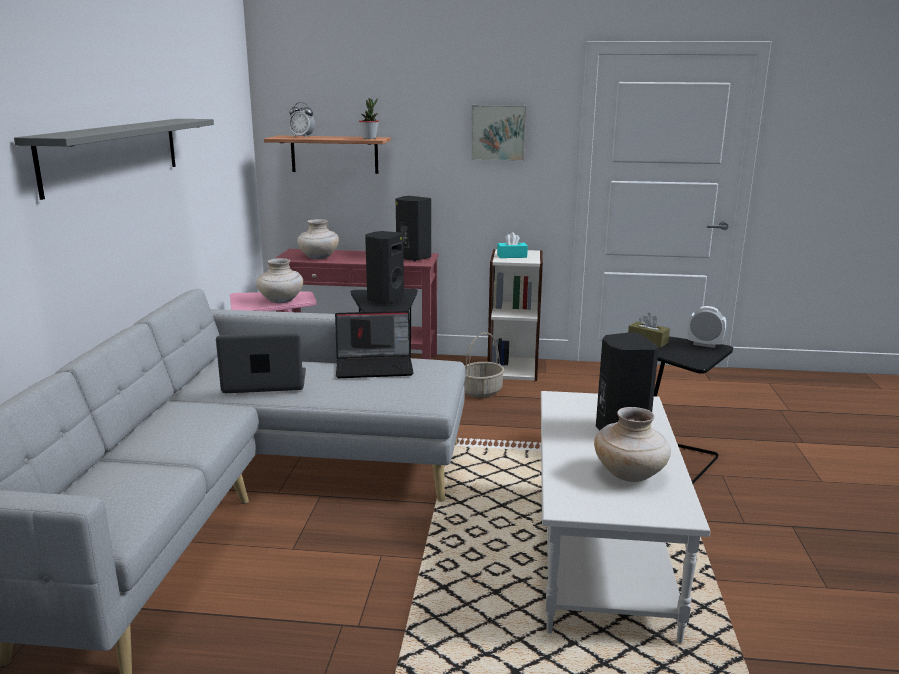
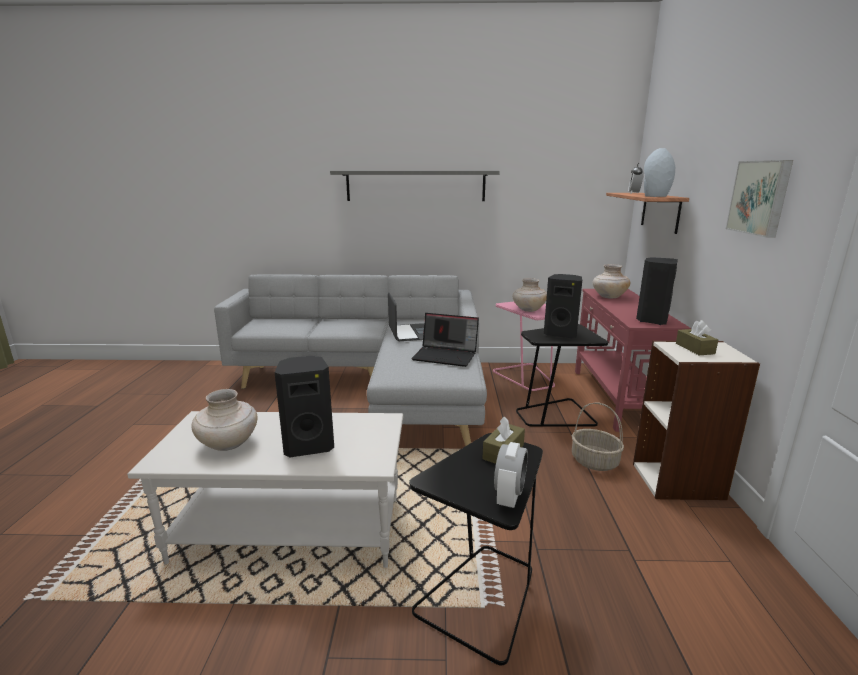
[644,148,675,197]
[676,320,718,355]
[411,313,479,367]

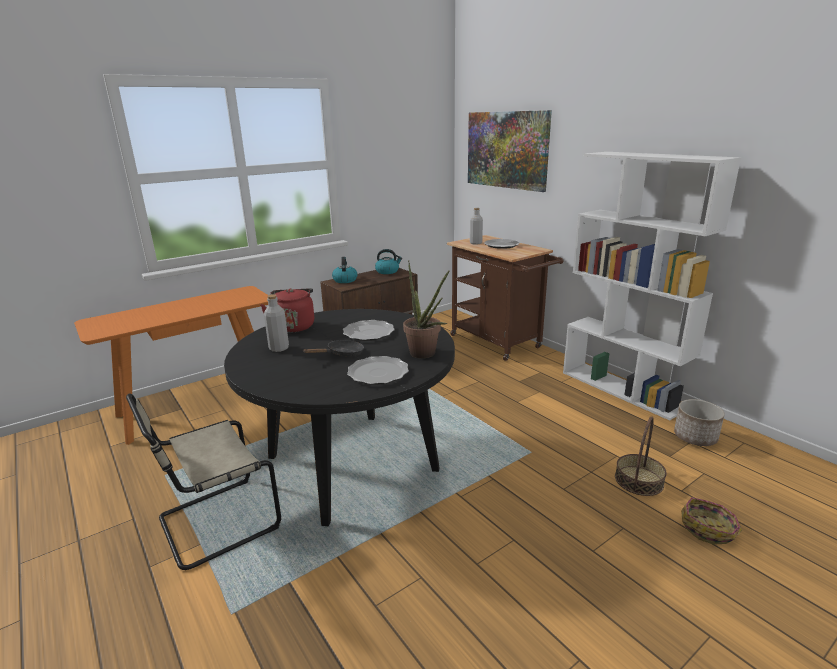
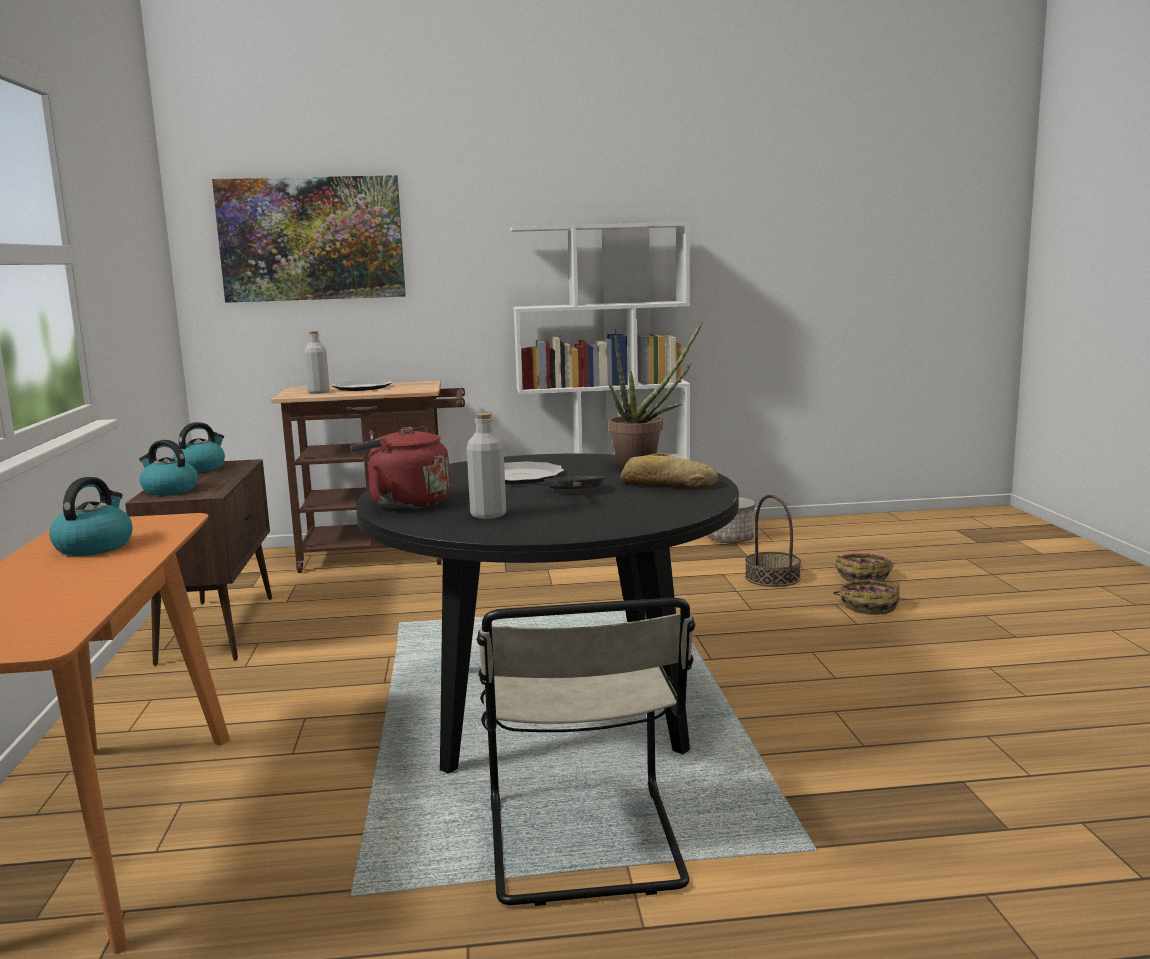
[620,453,718,489]
[49,477,133,556]
[833,580,900,615]

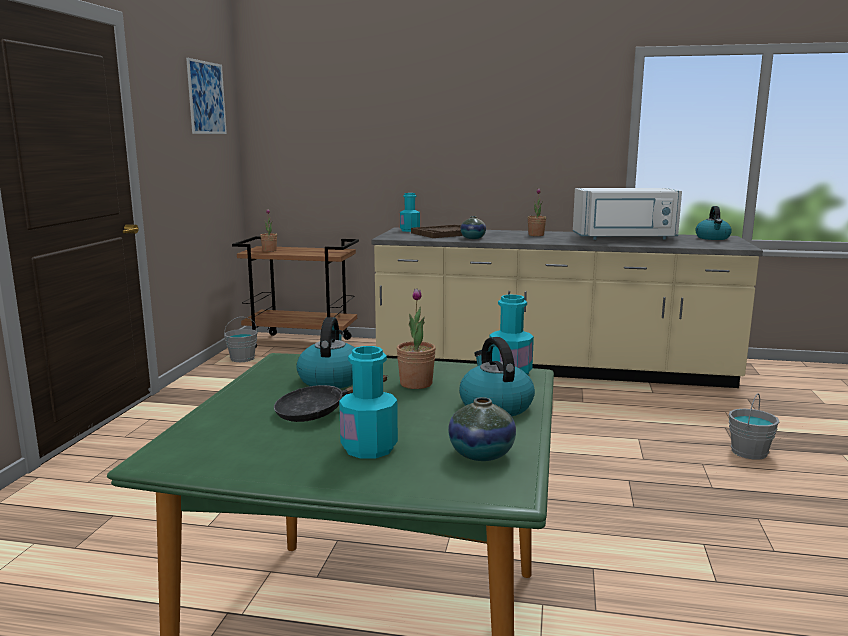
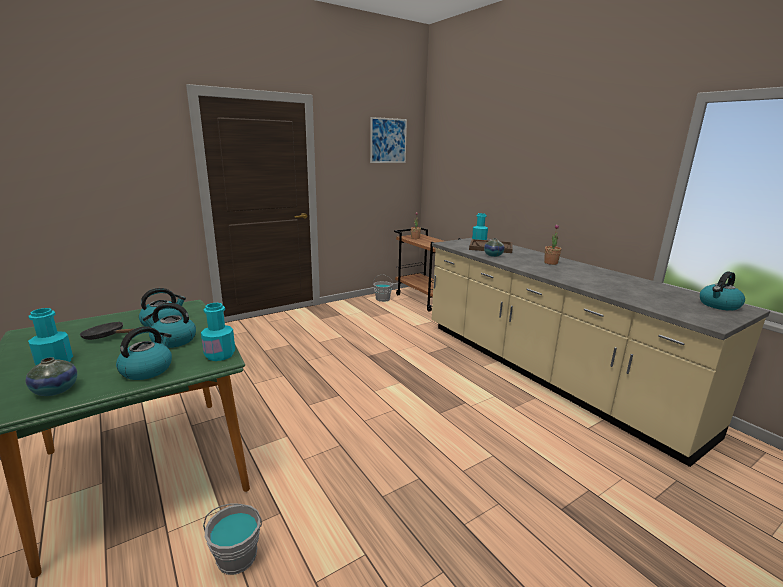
[573,188,682,240] (first image)
[142,303,196,348]
[203,503,262,575]

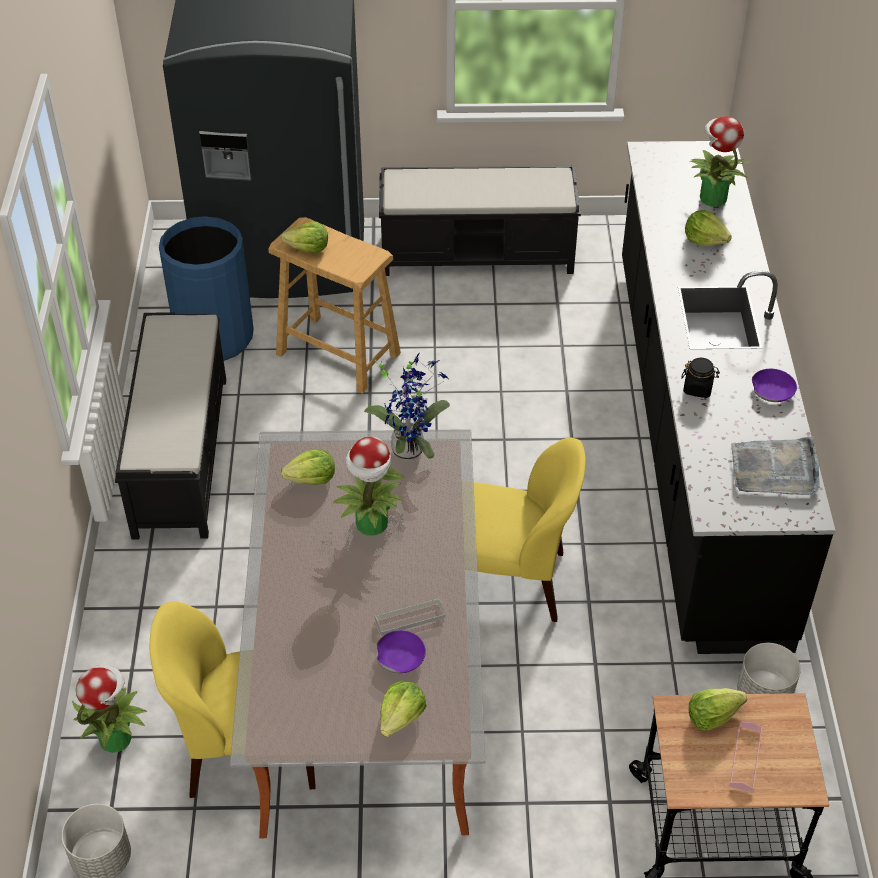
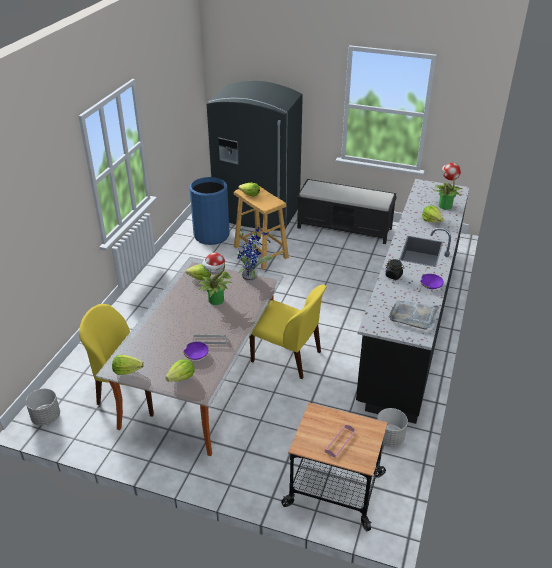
[115,312,226,540] (first image)
[72,665,147,753] (first image)
[112,355,144,375]

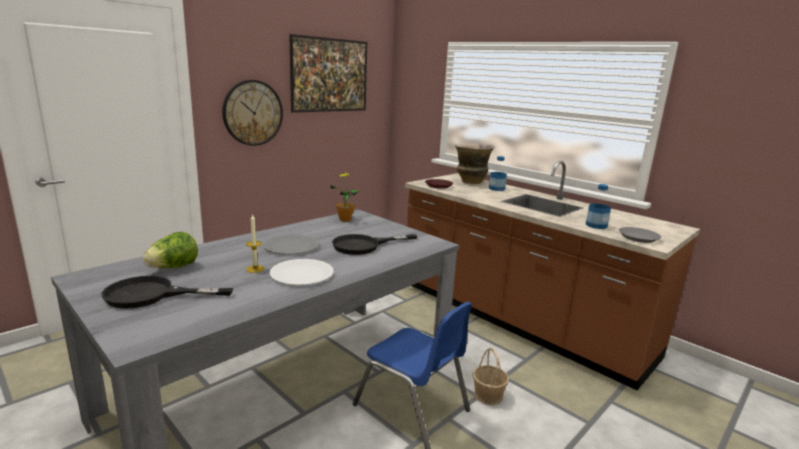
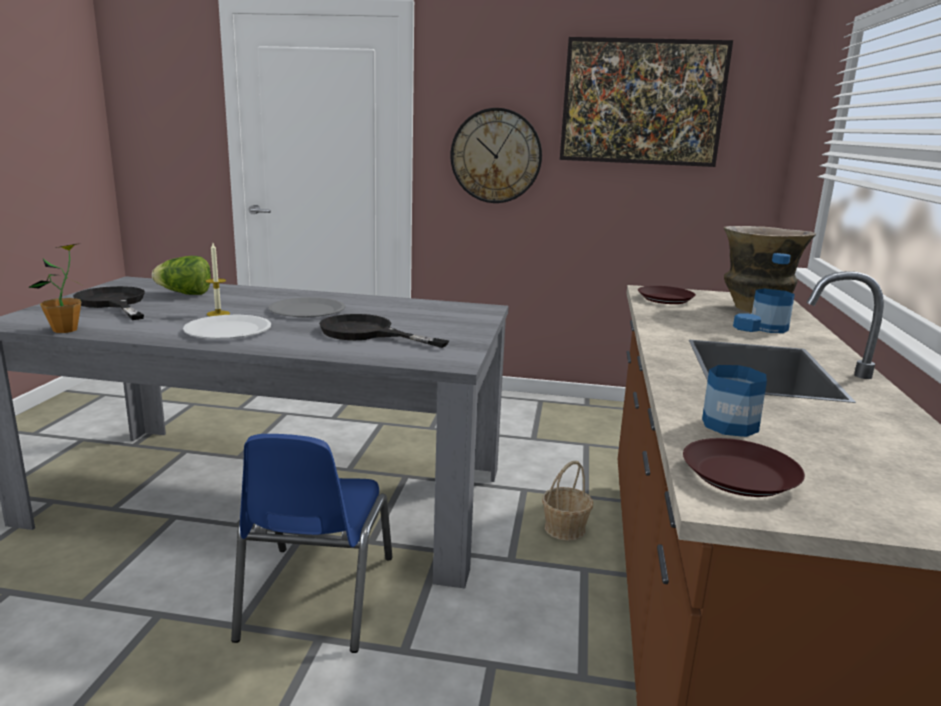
[28,243,86,333]
[683,438,805,497]
[542,461,593,541]

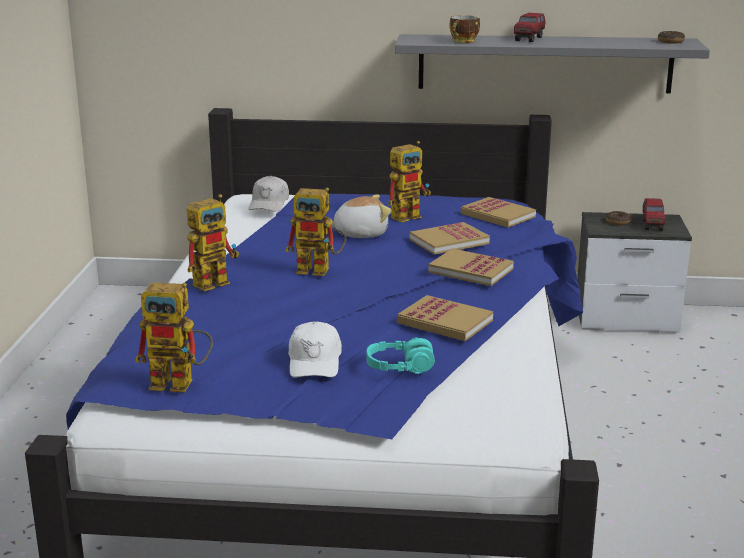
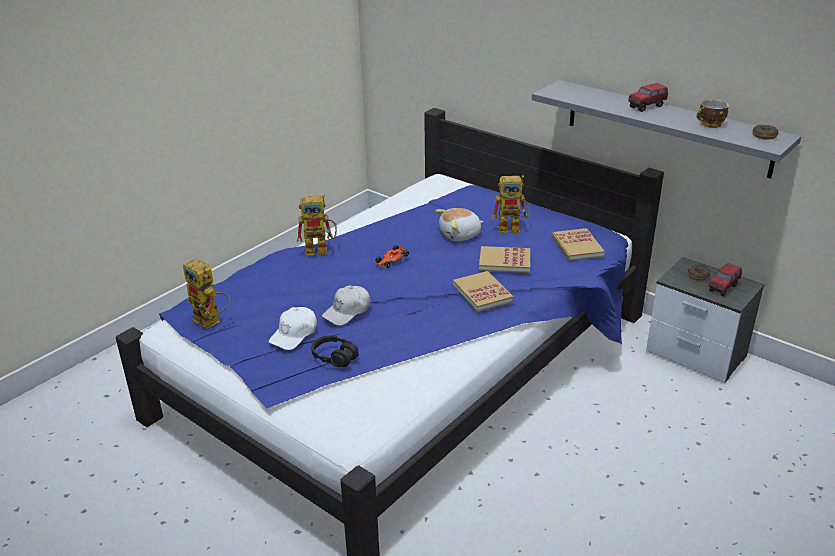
[697,100,729,128]
[322,285,370,326]
[374,245,409,268]
[435,208,484,241]
[397,295,493,341] (first image)
[311,336,359,367]

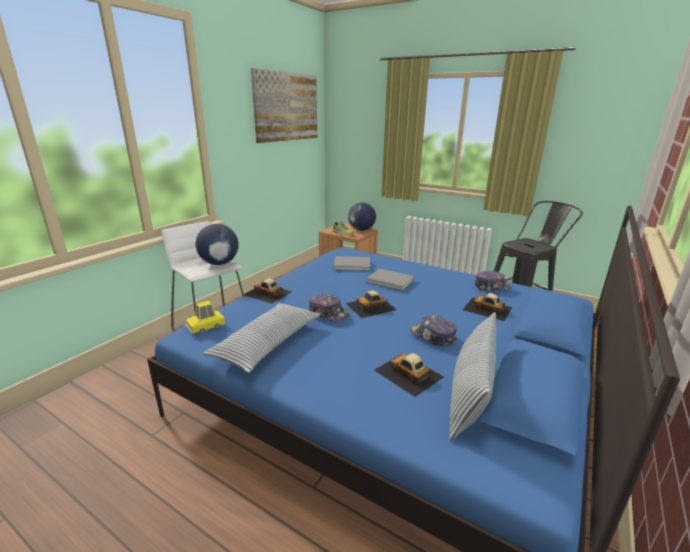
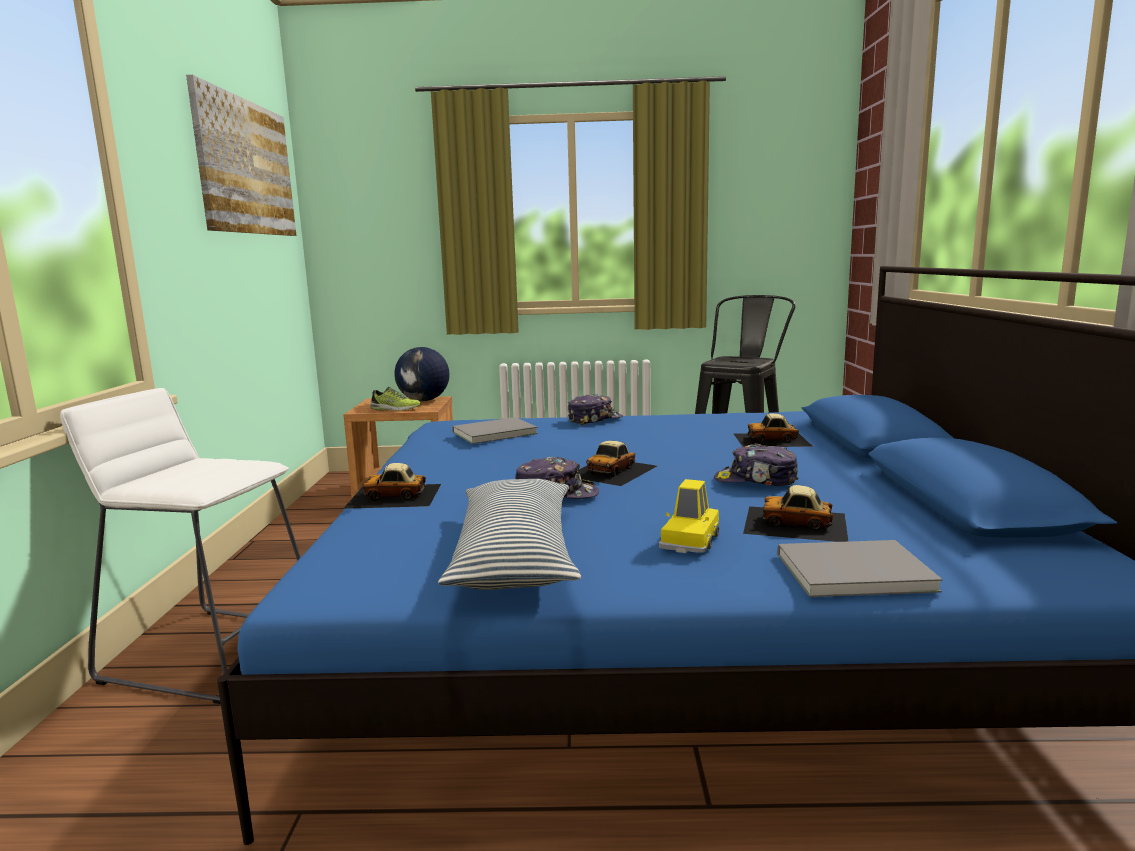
[196,224,239,265] (first image)
[777,540,943,597]
[568,394,623,426]
[659,479,719,553]
[449,312,496,441] (first image)

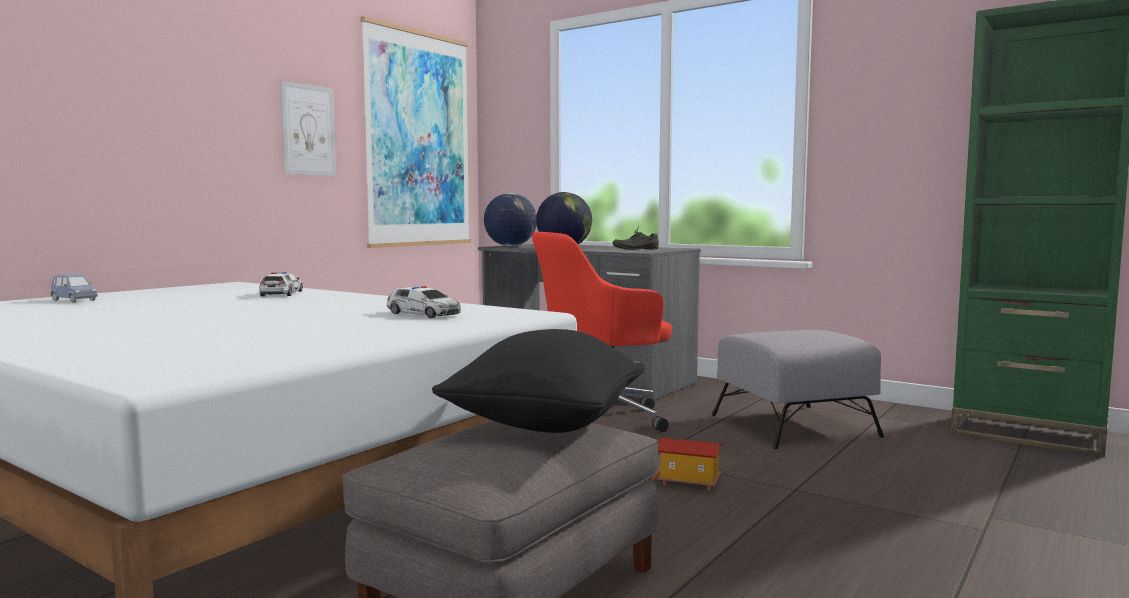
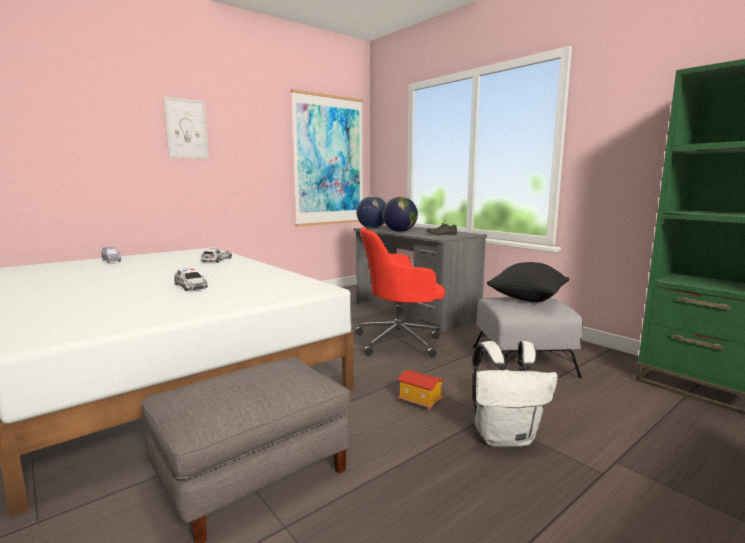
[163,96,209,159]
[174,268,207,291]
[487,262,569,302]
[473,341,558,447]

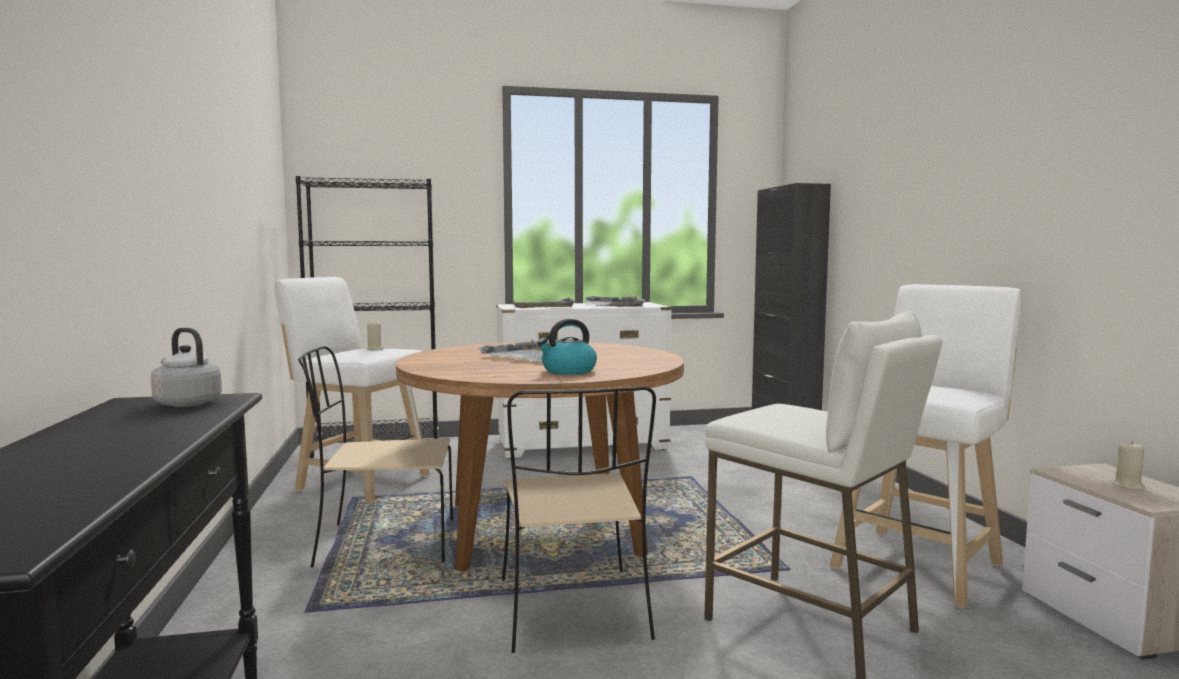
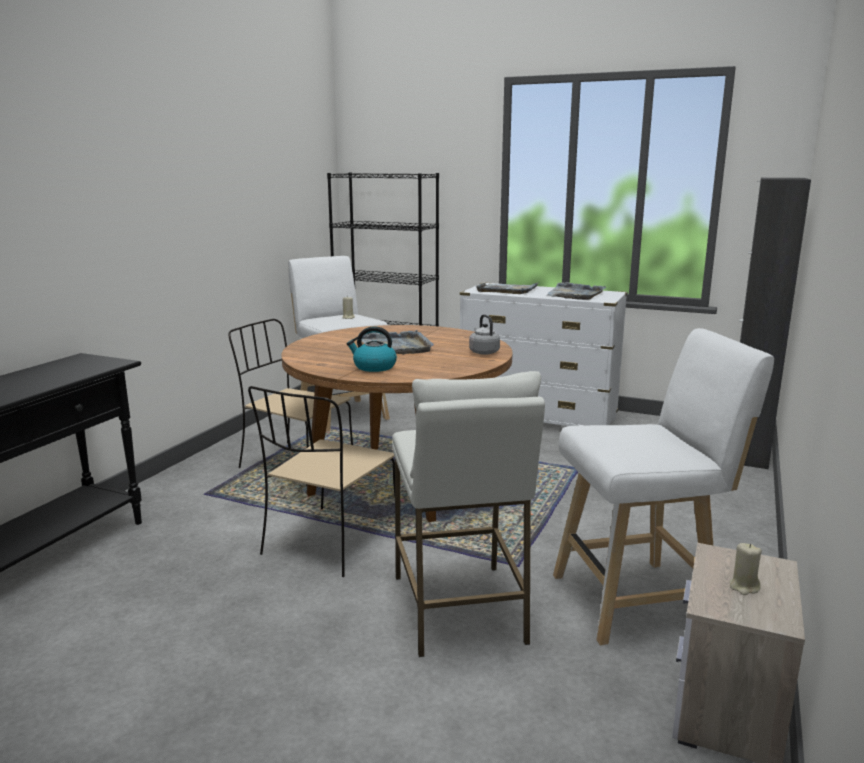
[469,314,500,355]

